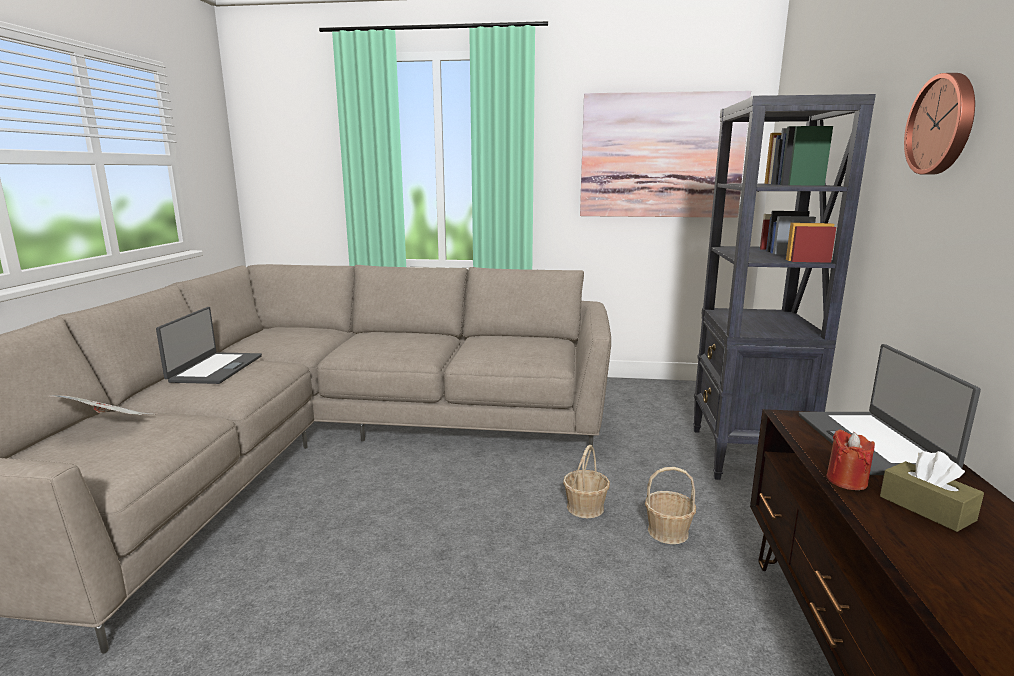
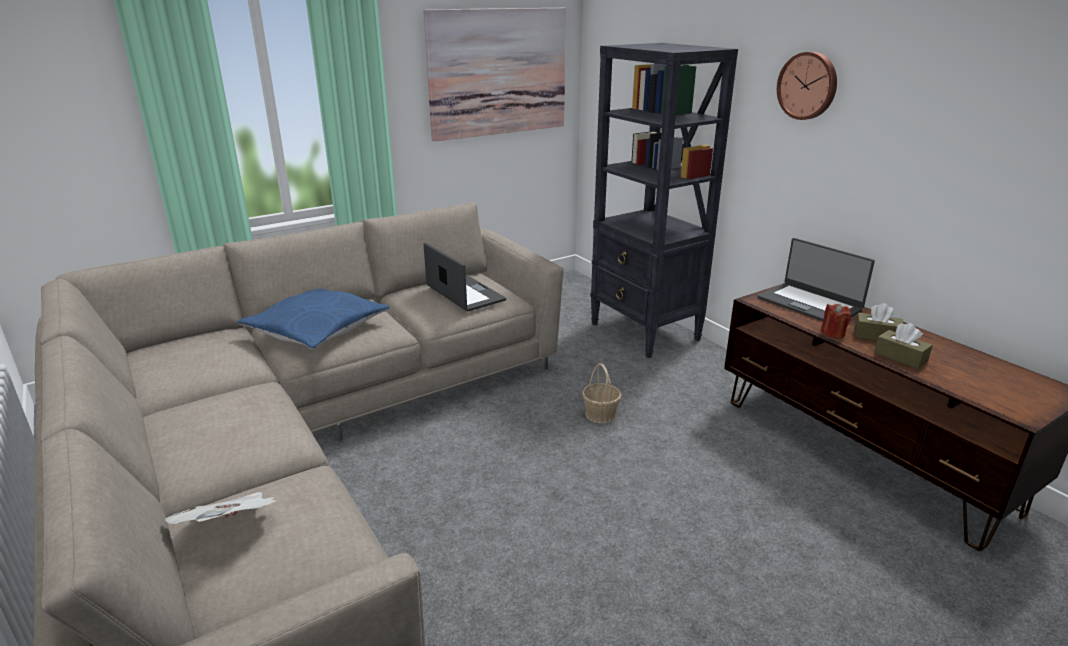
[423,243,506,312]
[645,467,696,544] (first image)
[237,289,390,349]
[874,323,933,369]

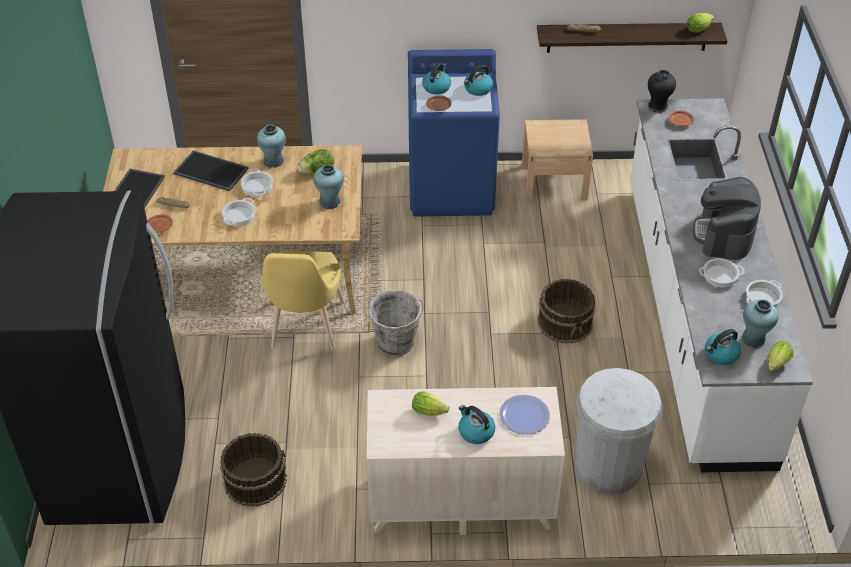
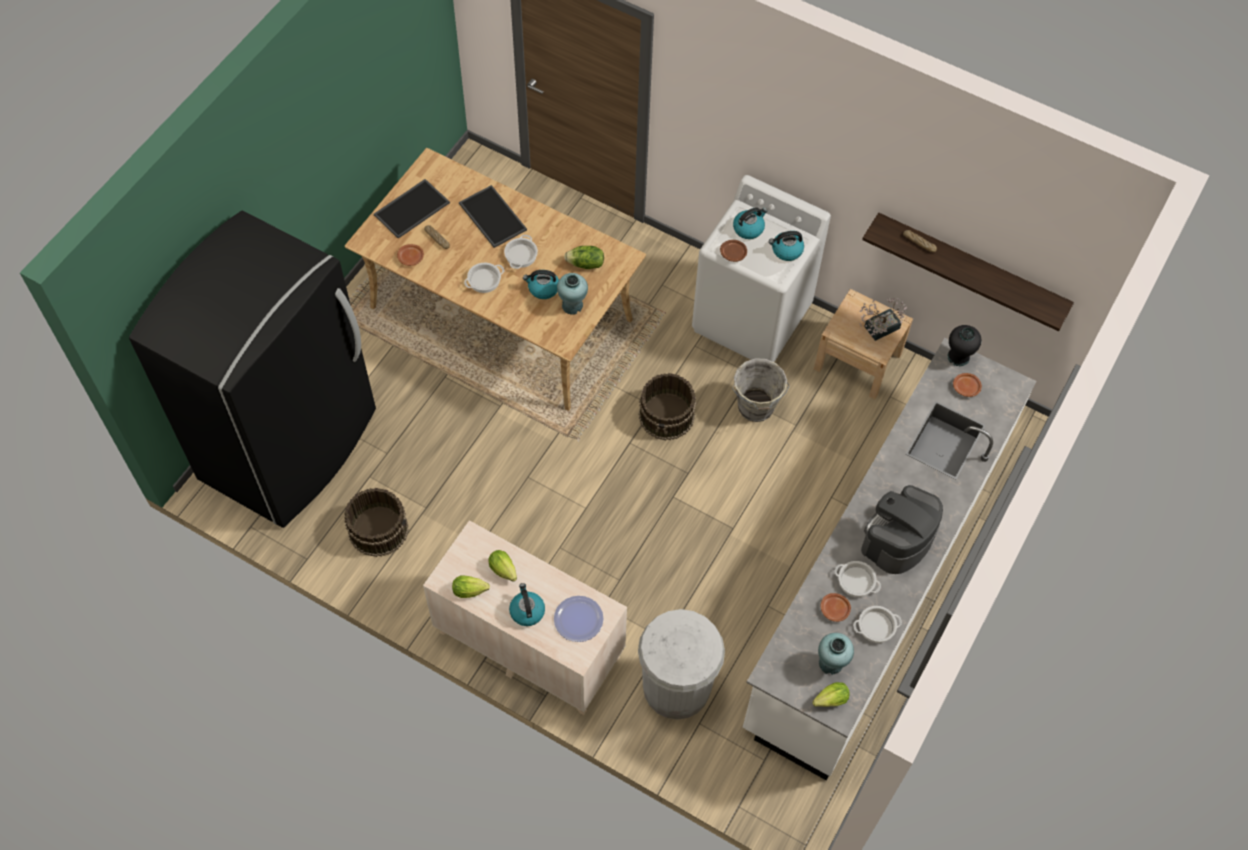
[452,576,490,598]
[692,175,831,362]
[257,124,286,168] (first image)
[263,251,344,350] (first image)
[638,373,697,440]
[732,358,789,422]
[523,270,559,299]
[859,298,907,341]
[821,593,851,622]

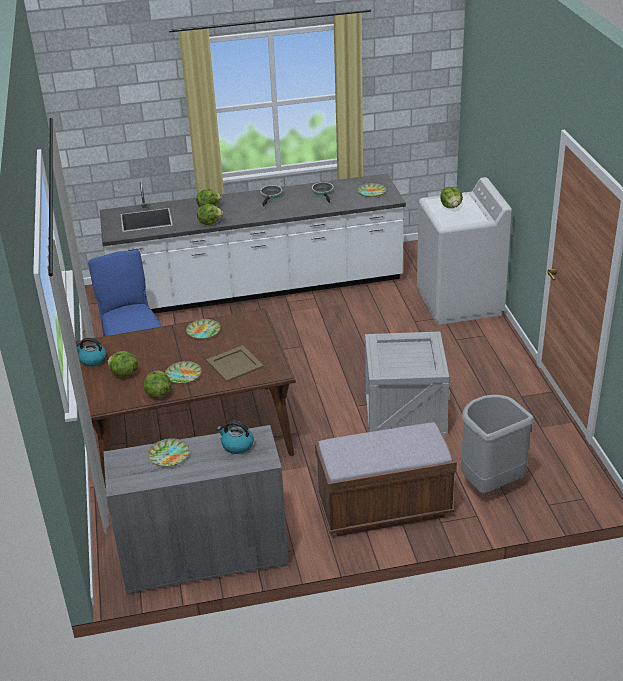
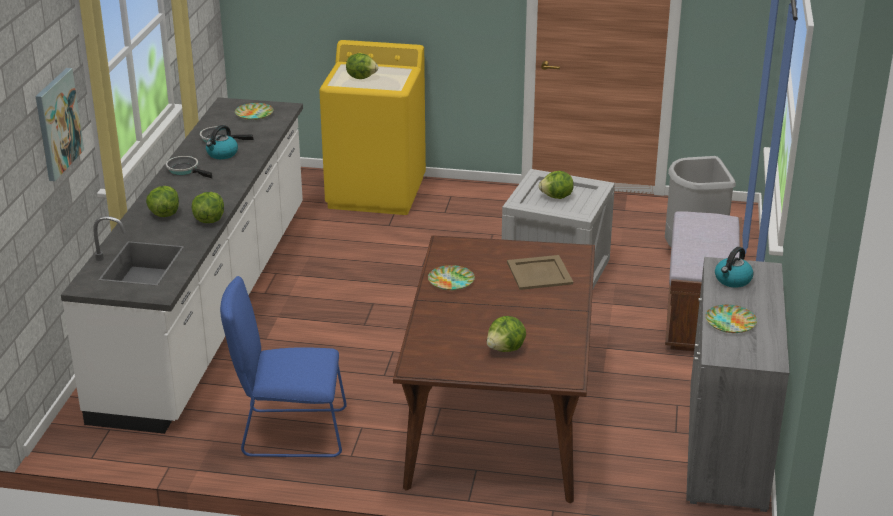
[319,40,426,215]
[206,125,238,159]
[165,361,201,384] (first image)
[539,171,574,199]
[36,68,84,181]

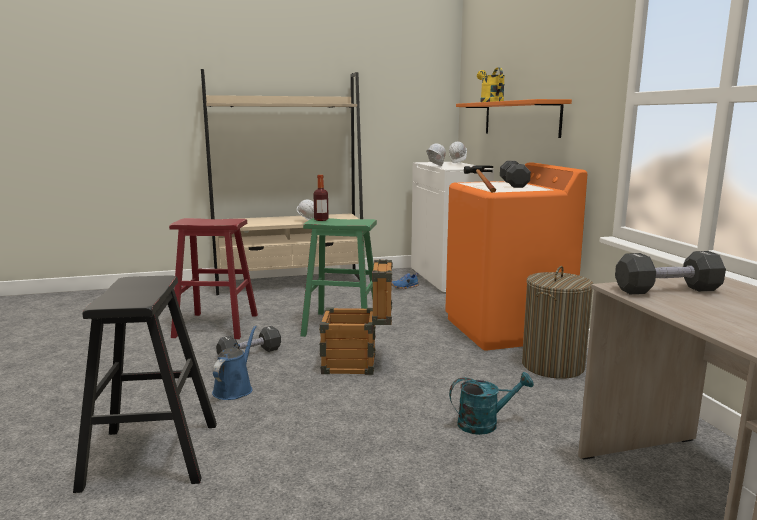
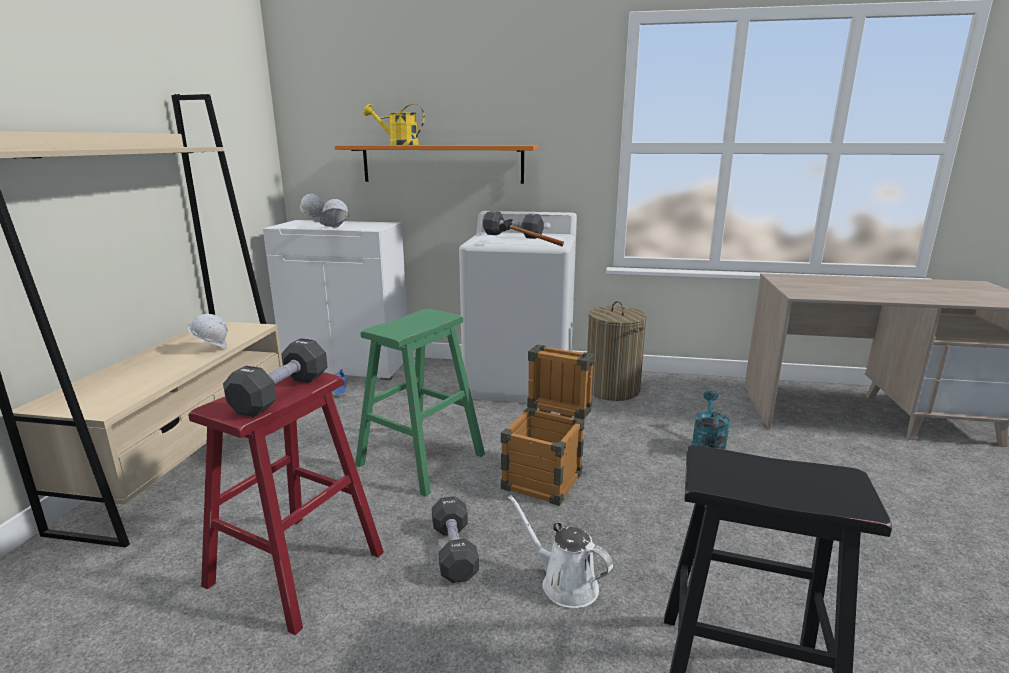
[459,211,577,403]
[313,175,329,221] (first image)
[223,338,327,417]
[508,495,613,608]

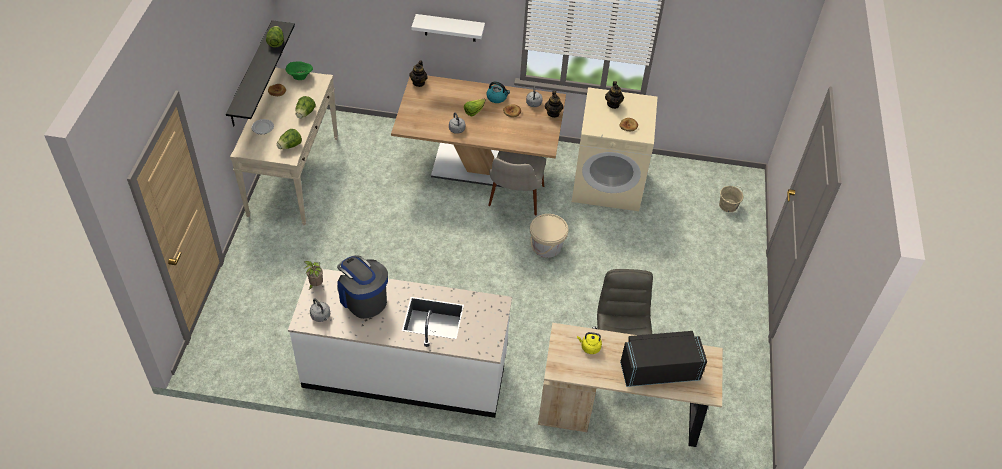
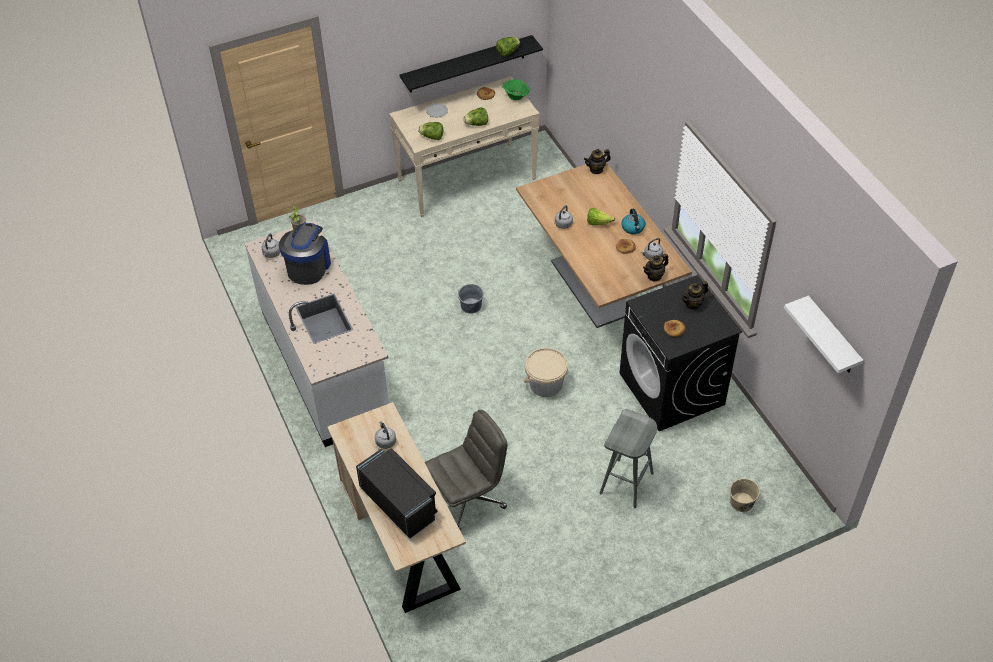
[784,296,864,373]
[619,275,742,431]
[488,151,546,215] (first image)
[375,421,396,449]
[458,284,484,314]
[599,409,657,508]

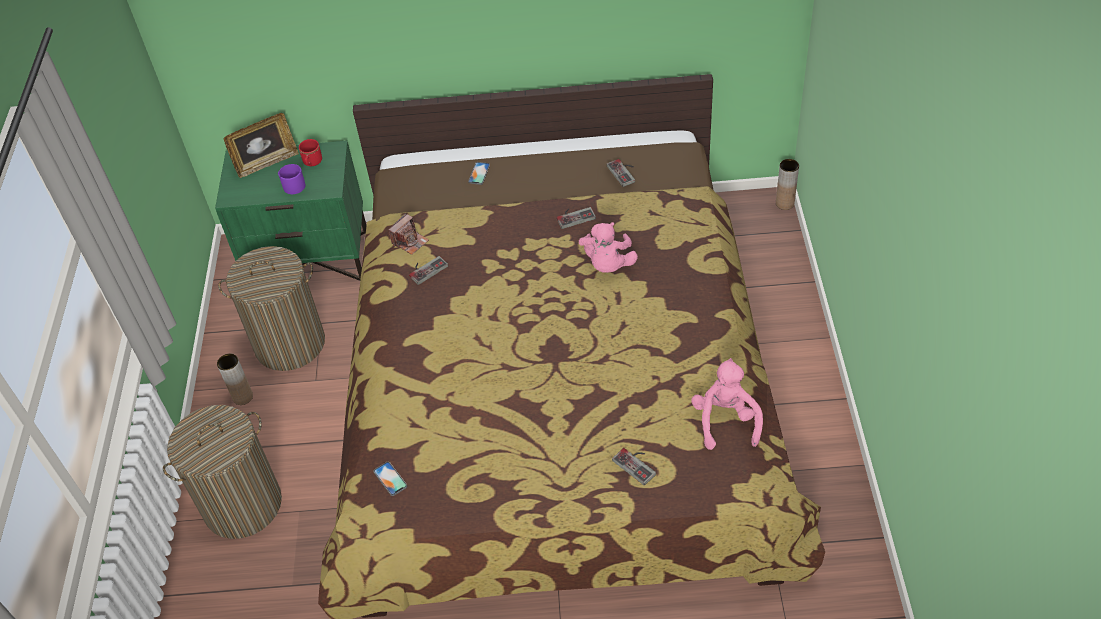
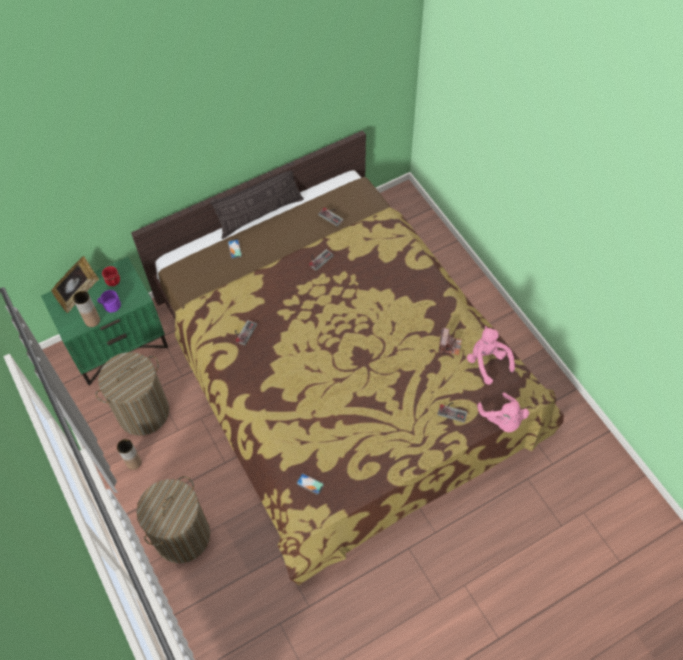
[73,291,100,327]
[439,328,462,355]
[477,393,529,432]
[210,162,304,239]

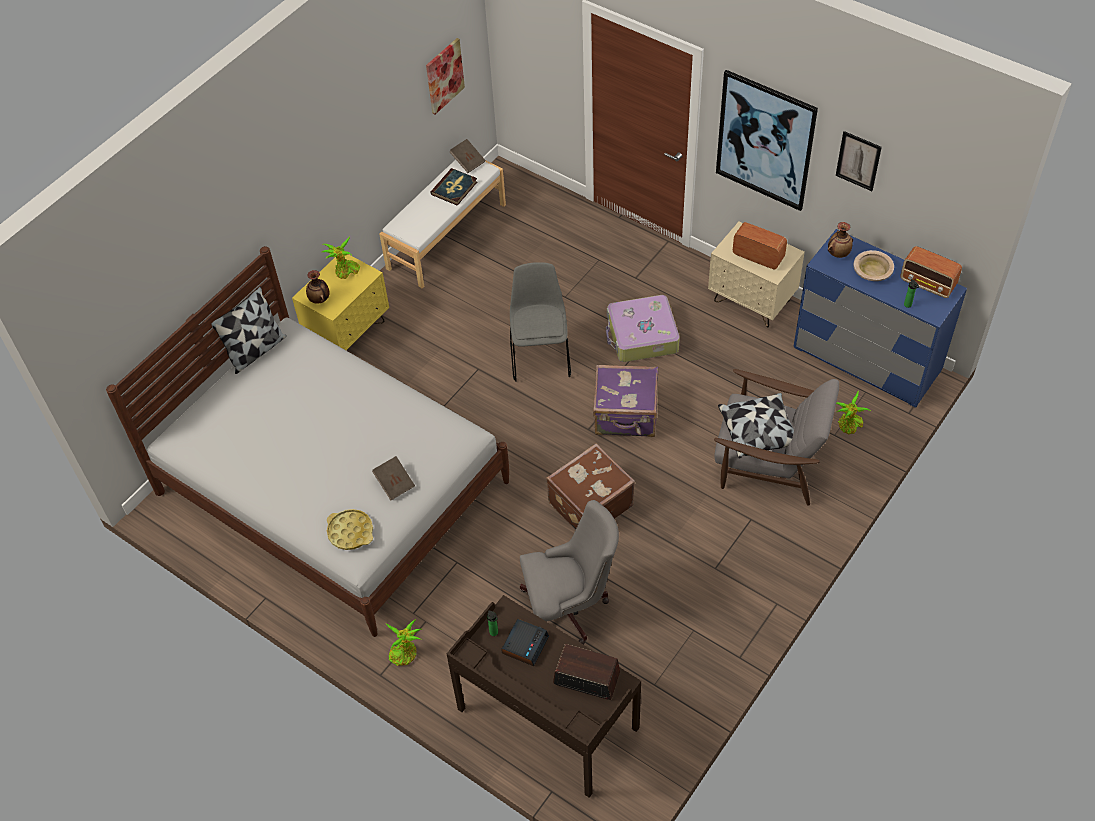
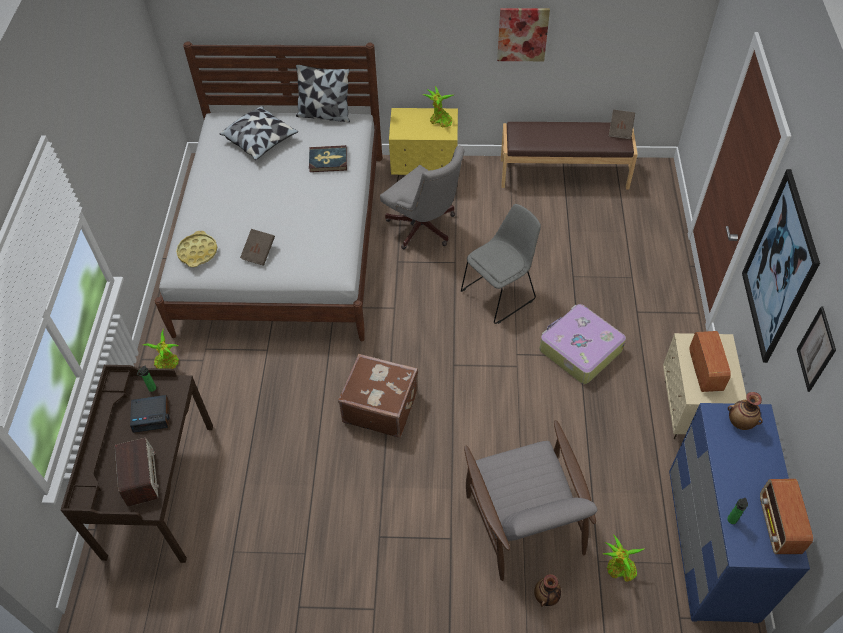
[497,8,550,61]
[501,122,638,190]
[309,145,347,172]
[853,250,894,281] (first image)
[534,574,561,607]
[593,365,658,437] (first image)
[220,106,298,160]
[380,145,465,249]

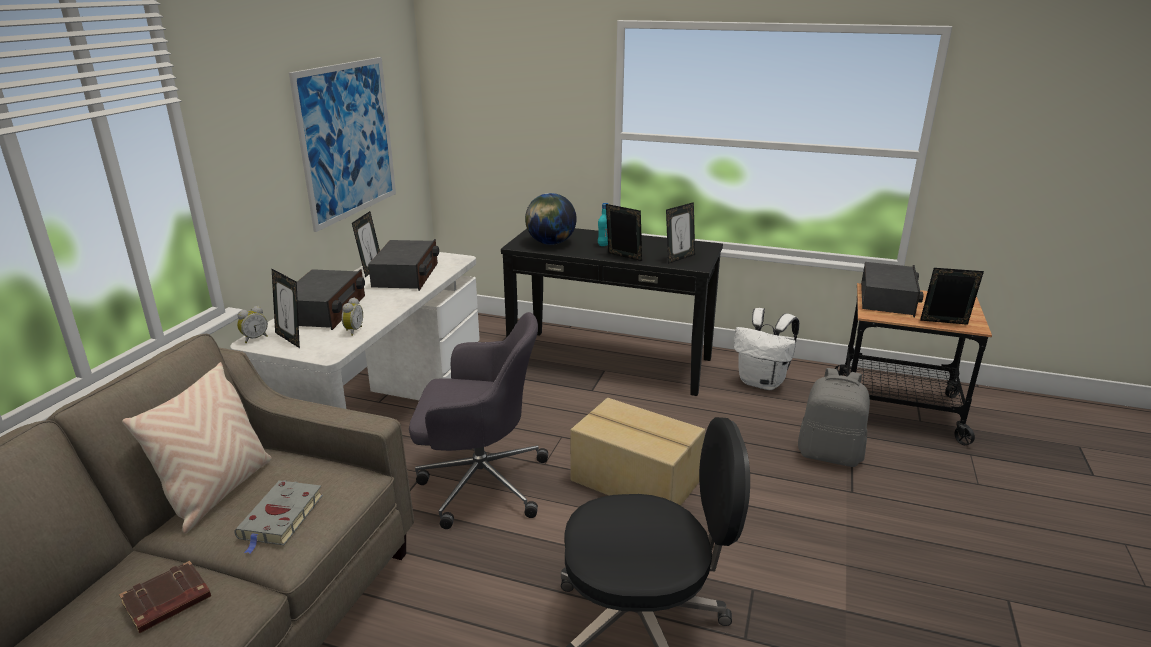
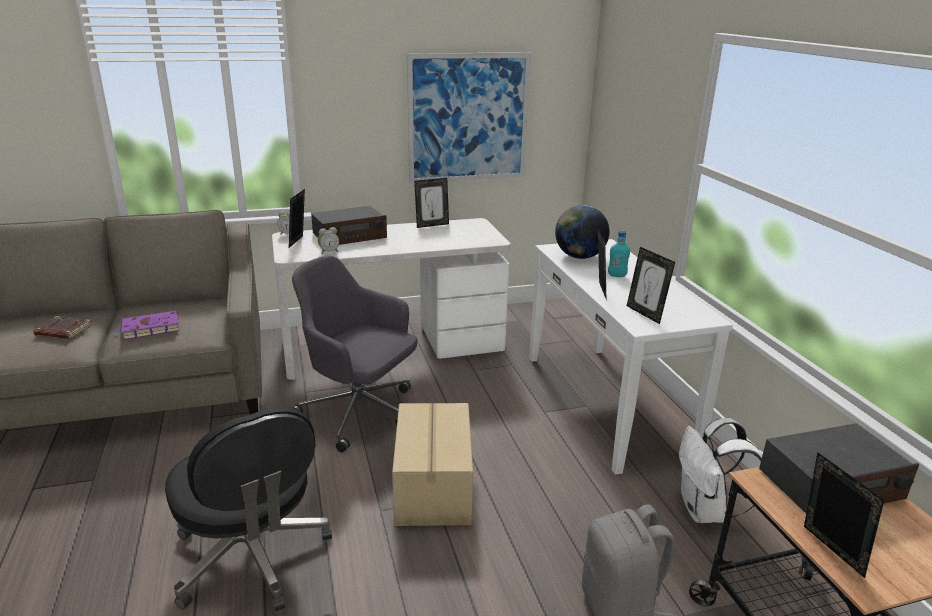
[627,247,675,324]
[529,239,733,475]
[368,239,439,291] (first image)
[292,256,417,453]
[122,362,272,534] (first image)
[112,311,179,340]

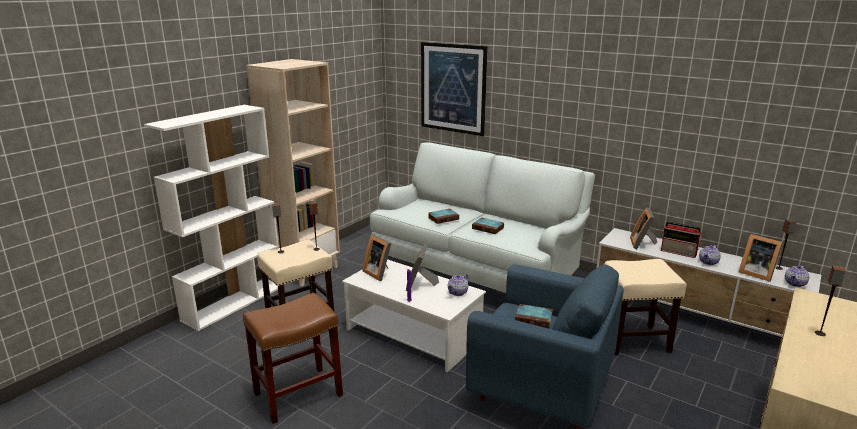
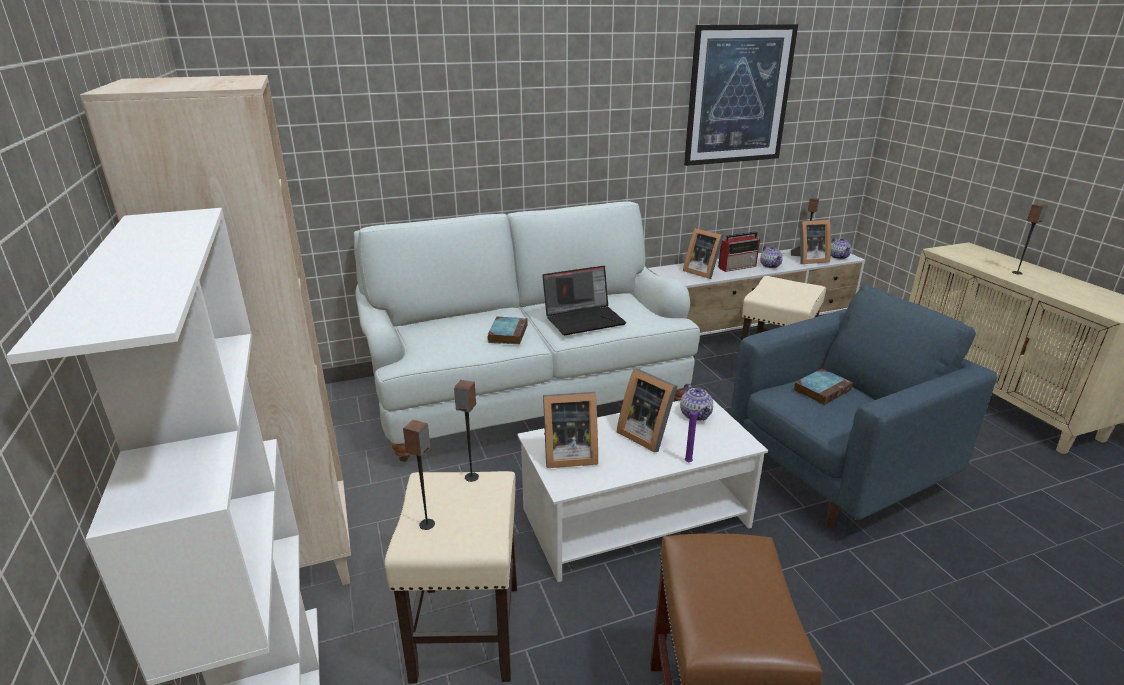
[684,24,798,166]
[542,266,626,335]

